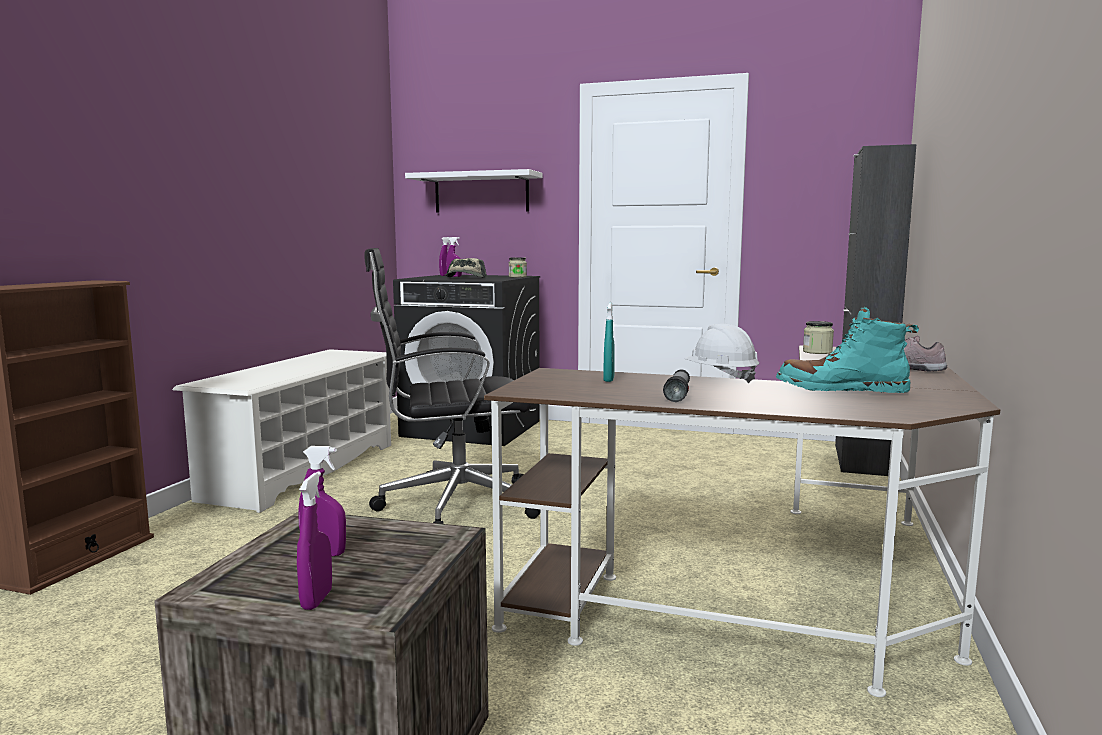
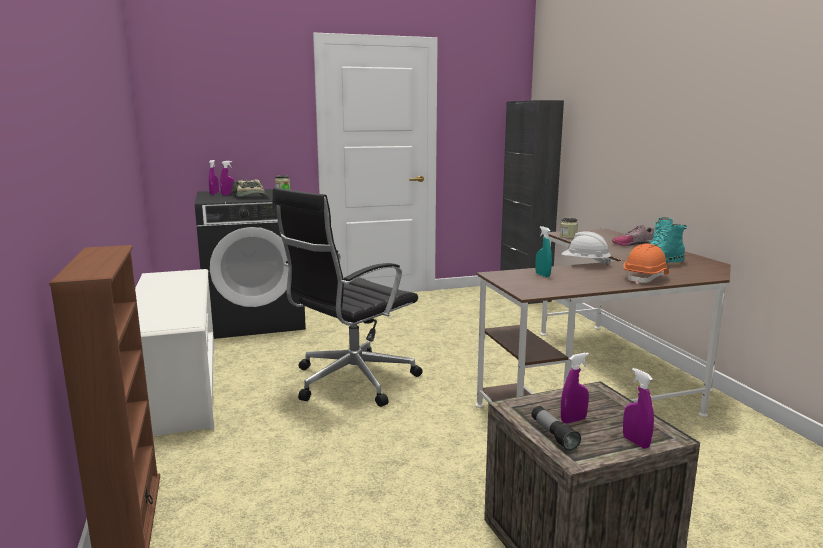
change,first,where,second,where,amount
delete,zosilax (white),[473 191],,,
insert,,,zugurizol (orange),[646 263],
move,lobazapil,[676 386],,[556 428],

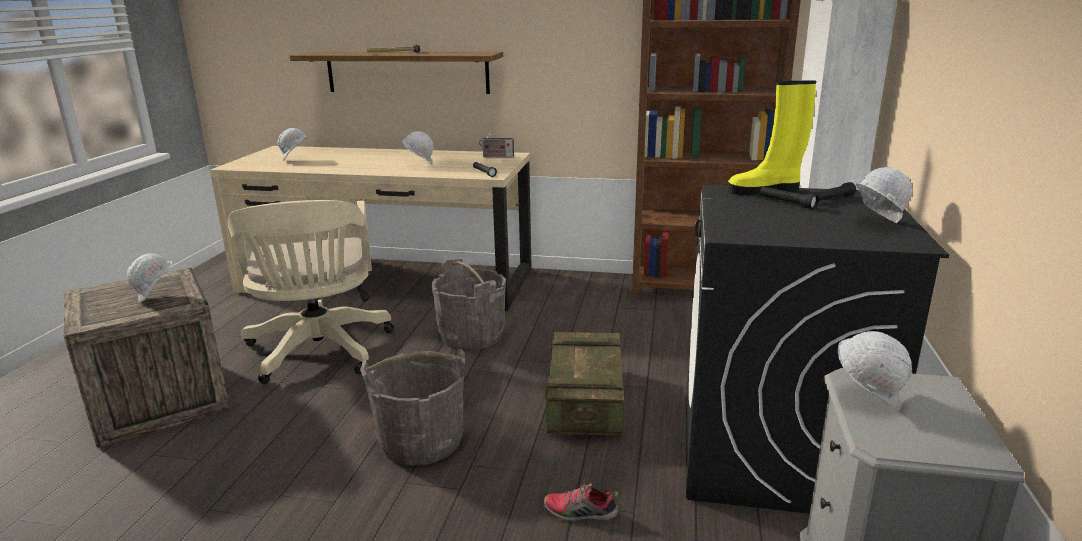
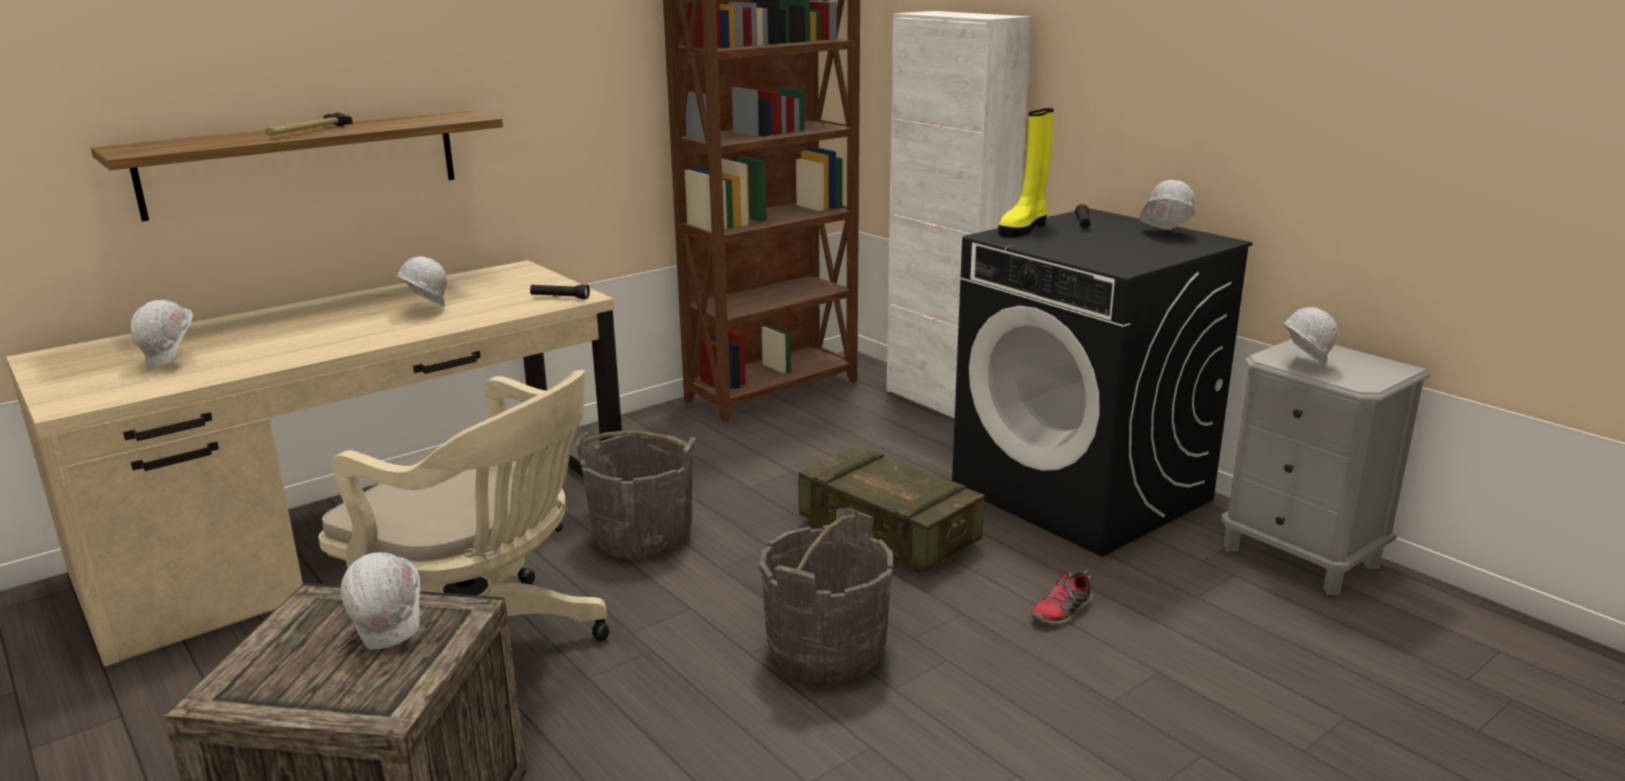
change,first,where,second,where,amount
delete,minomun,[496 143],,,
delete,lobazapil (black),[789 197],,,

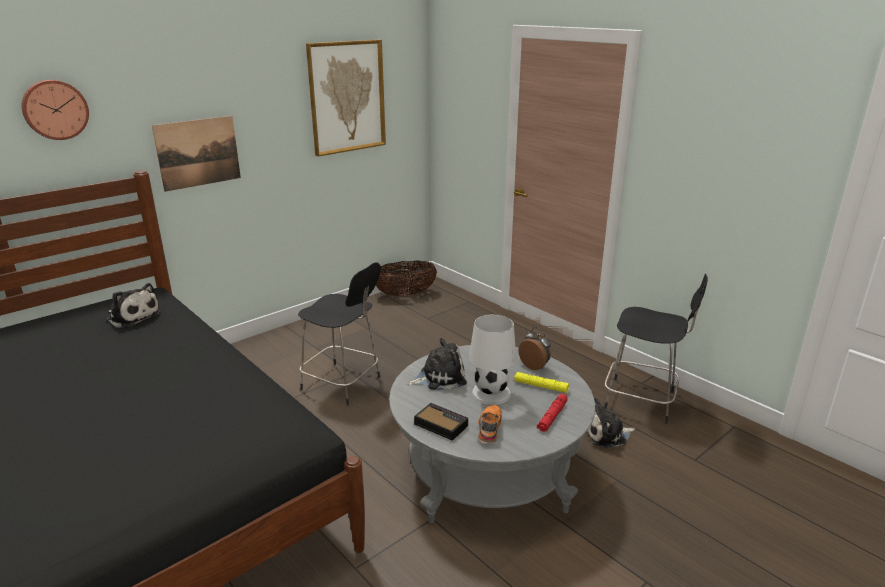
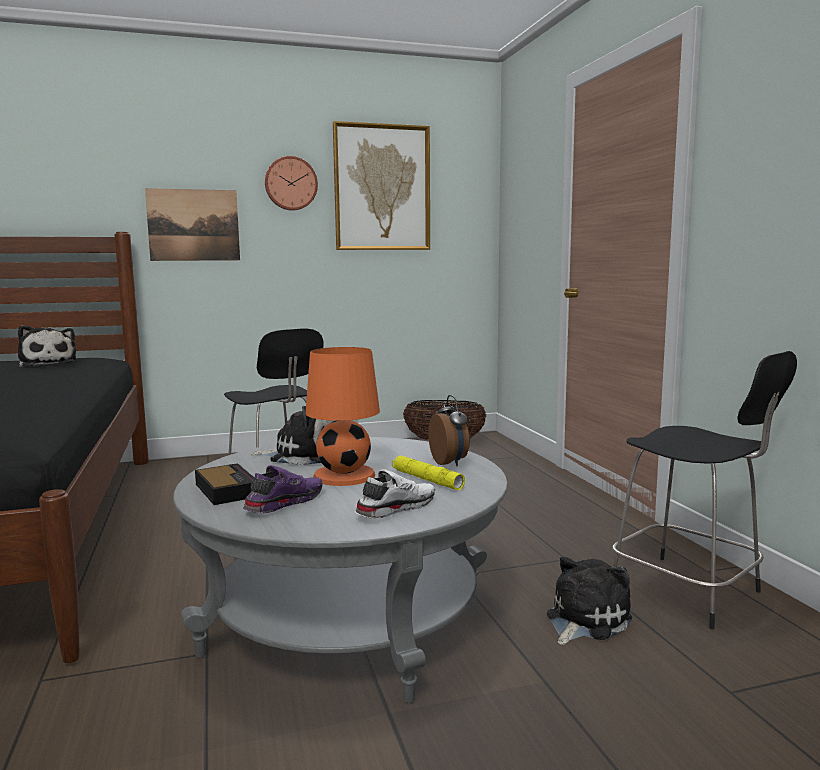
change,first,where,second,where,amount
move,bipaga,[55 110],,[291 183],
replace,lobazapil (red),[552 413],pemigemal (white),[395 494],
recolor,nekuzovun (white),[492 359],nekuzovun (orange),[342 416],
recolor,pemigemal (orange),[490 424],pemigemal (purple),[283 489],
rotate,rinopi,[611 422],,[589 601],120 degrees clockwise

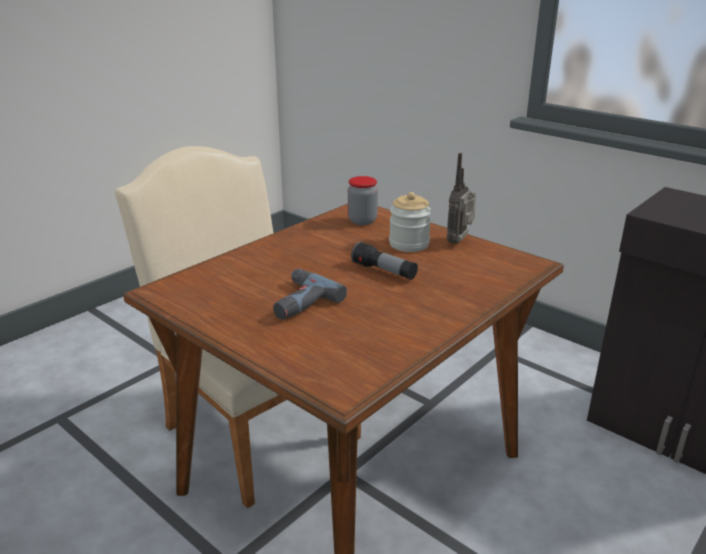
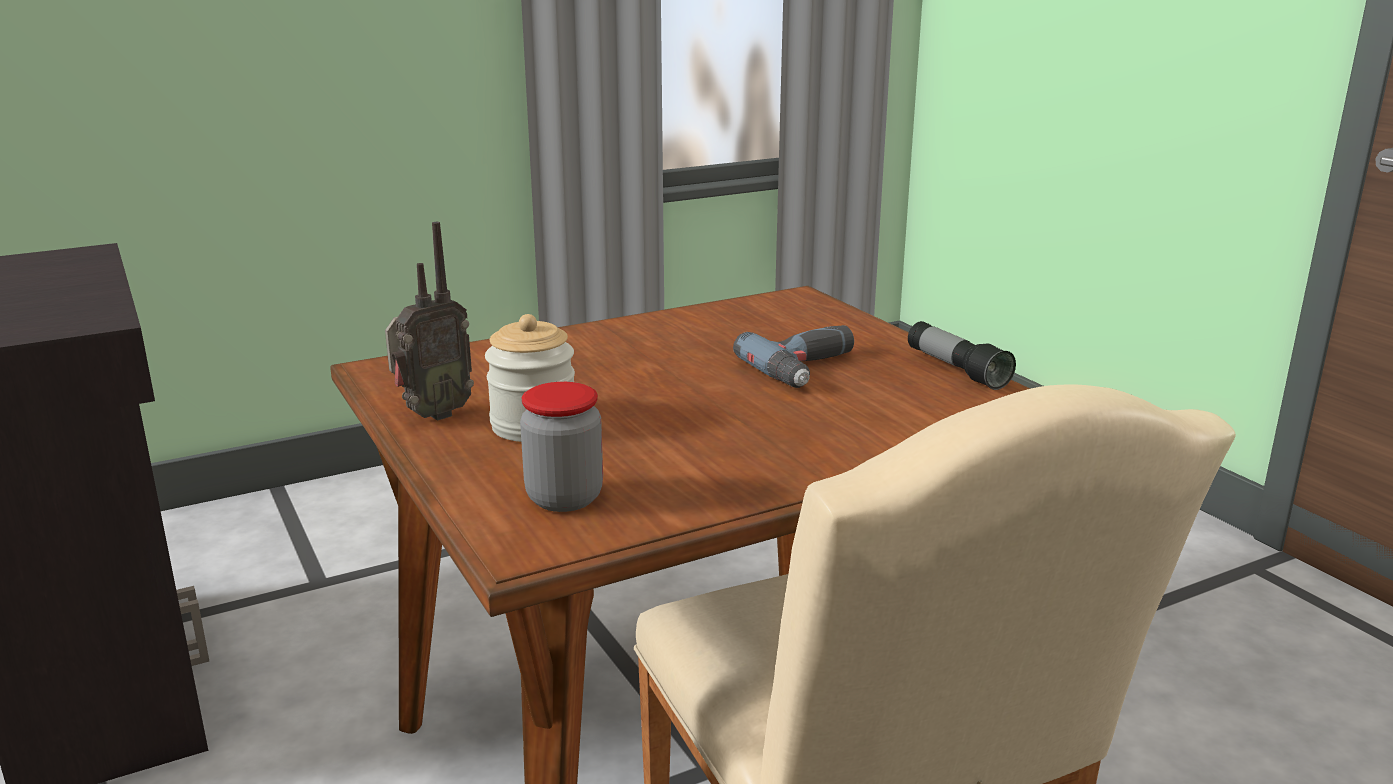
change,first,where,second,where,amount
move,lobazapil,[384 261],,[962 355],

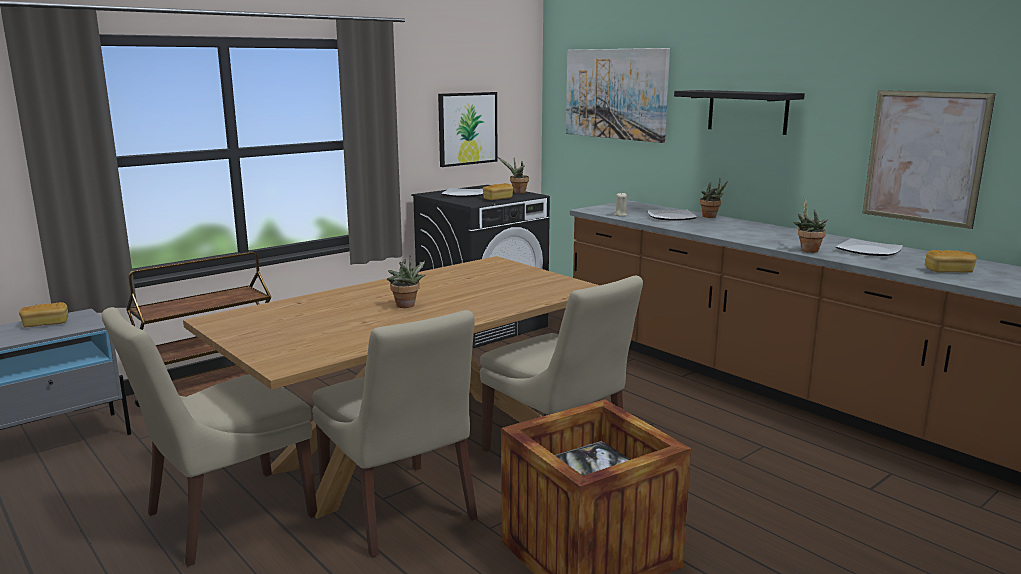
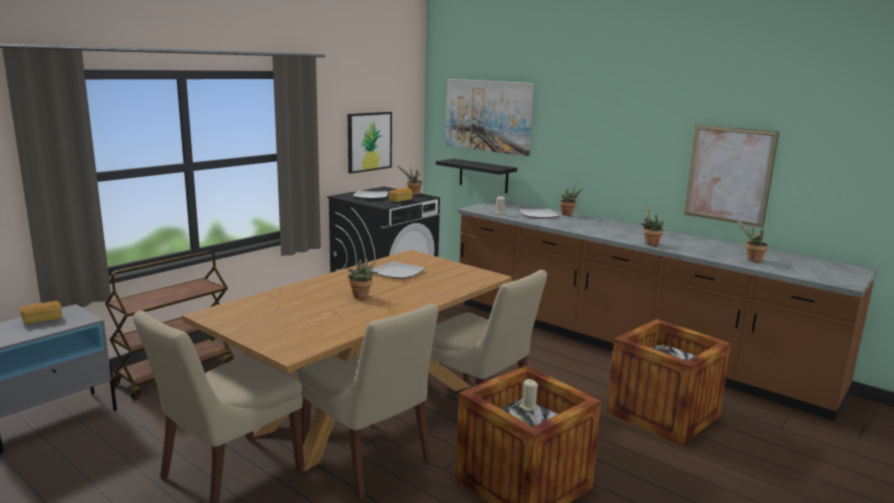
change,first,where,second,where,amount
insert,,,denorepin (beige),[528 395],
insert,,,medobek,[669 382],
move,zosilax (black),[739 112],,[476 176],
move,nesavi,[869 247],,[398 270],
replace,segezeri,[951 261],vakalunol,[752 240],

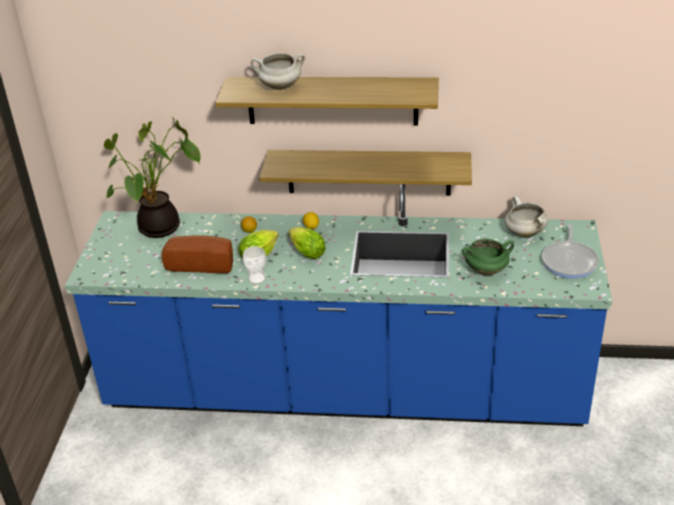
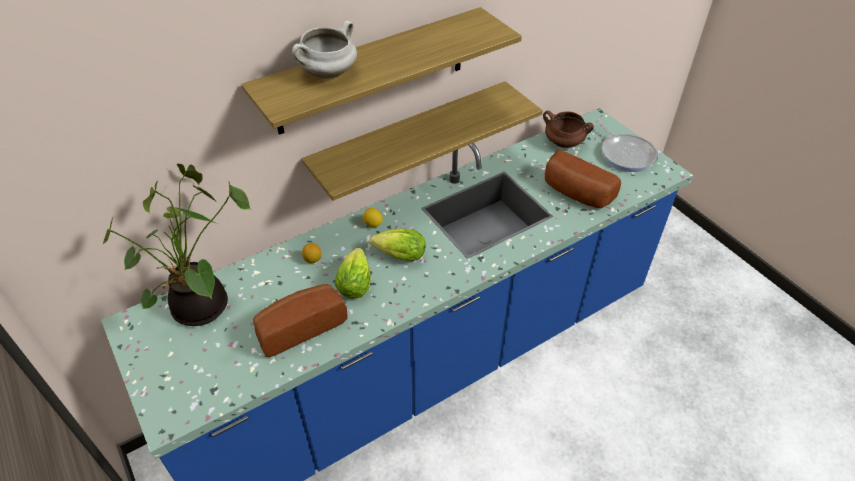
change,first,where,second,where,amount
delete,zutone,[254 265],,,
replace,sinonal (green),[488 257],segezeri,[583 179],
recolor,sinonal (white),[526 216],sinonal (brown),[568 129],

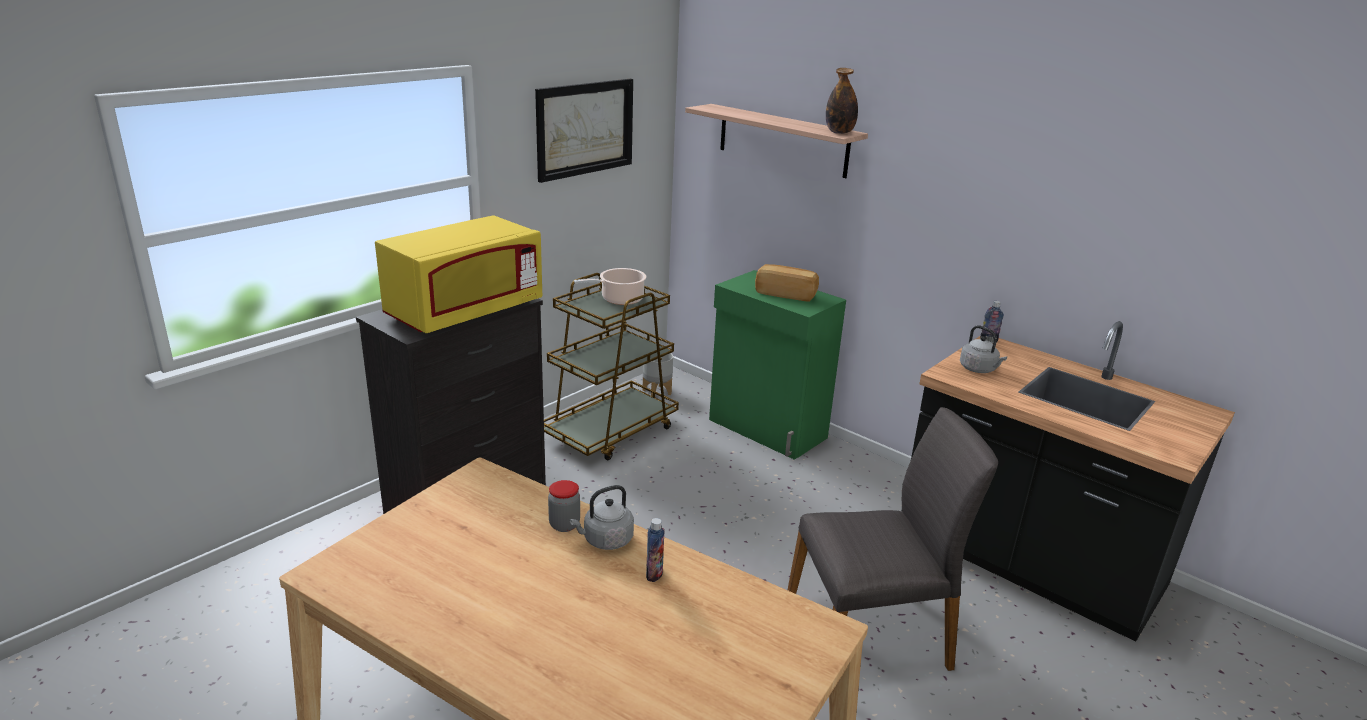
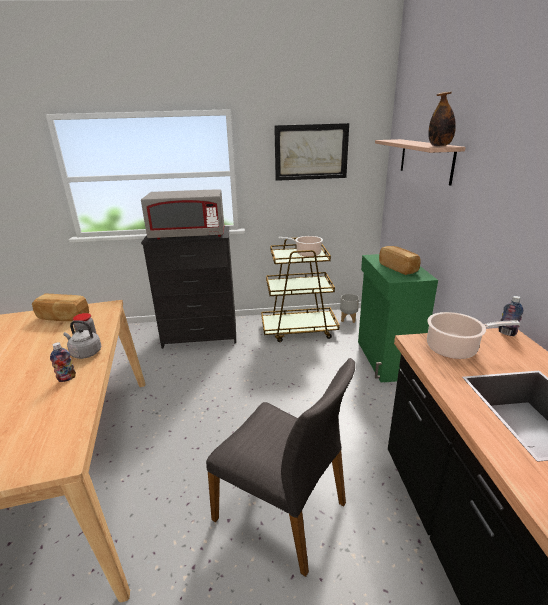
change,first,where,second,where,amount
insert,,,segezeri,[60 307],
replace,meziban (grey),[983 349],sinonal,[473 335],
recolor,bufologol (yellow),[458 274],bufologol (grey),[182 214],

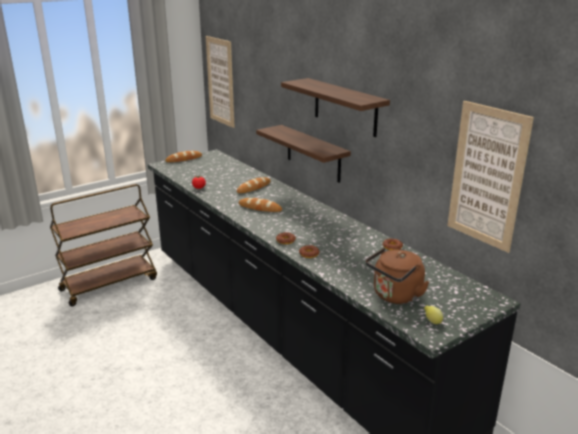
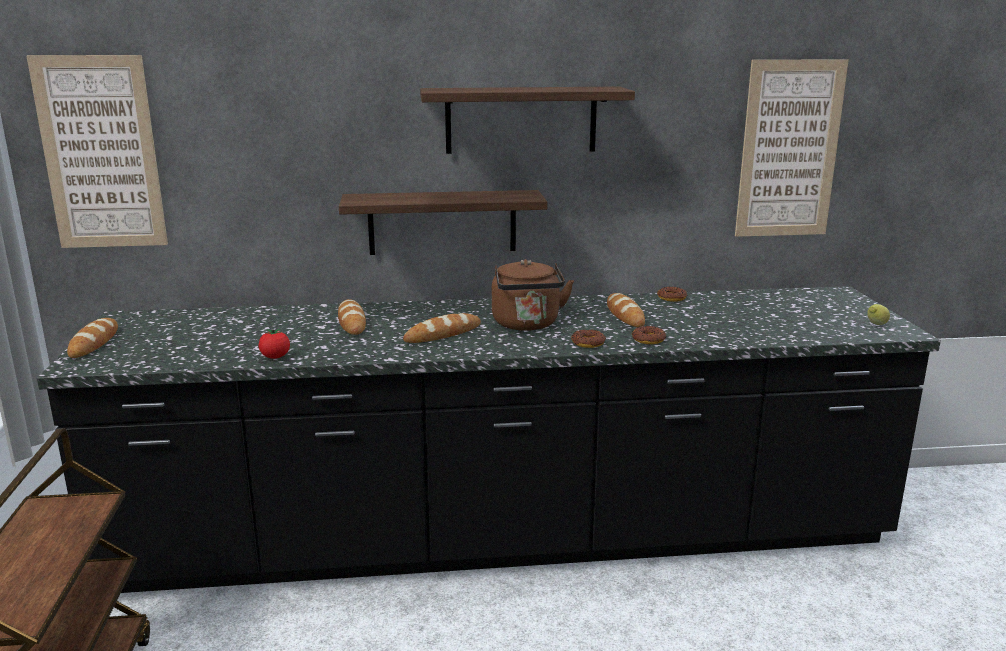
change,first,where,second,where,amount
insert,,,segezeri,[626 310],
move,meziban (brown),[397 276],,[533 295],

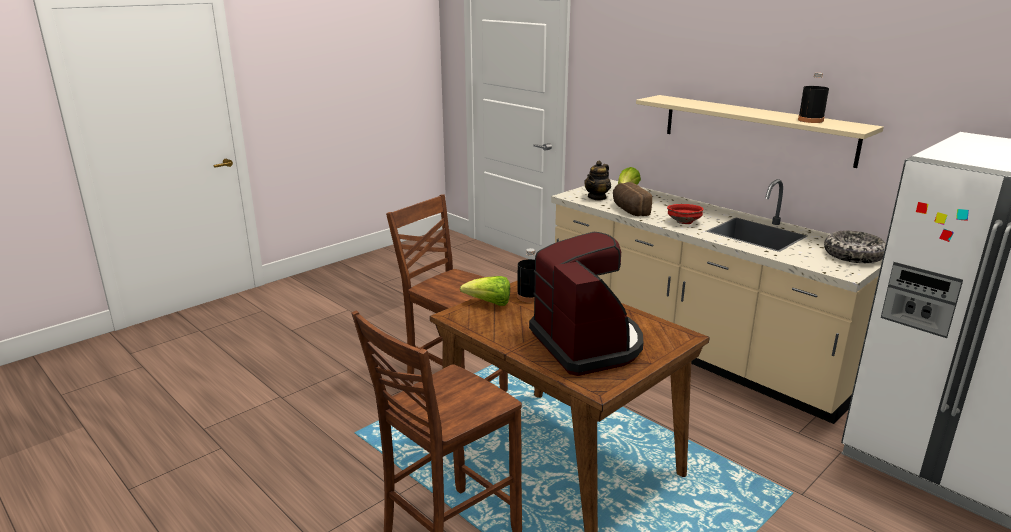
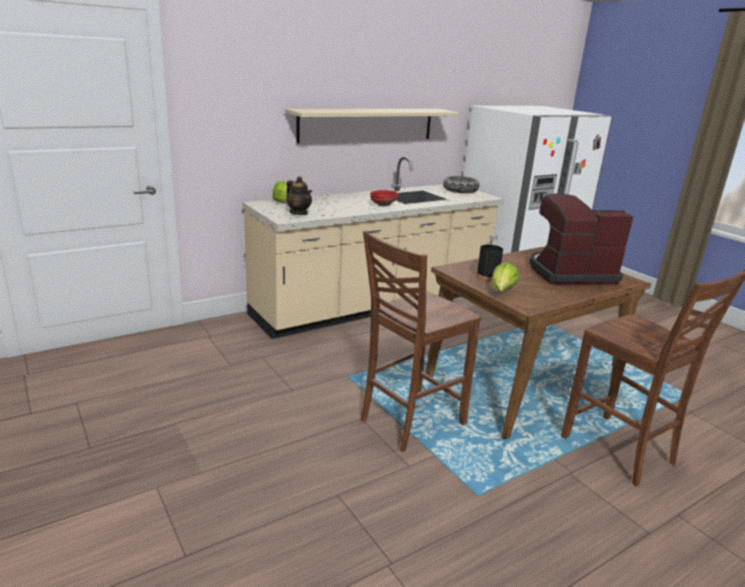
change,first,where,second,where,amount
delete,segezeri,[632 199],,,
delete,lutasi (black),[813 98],,,

